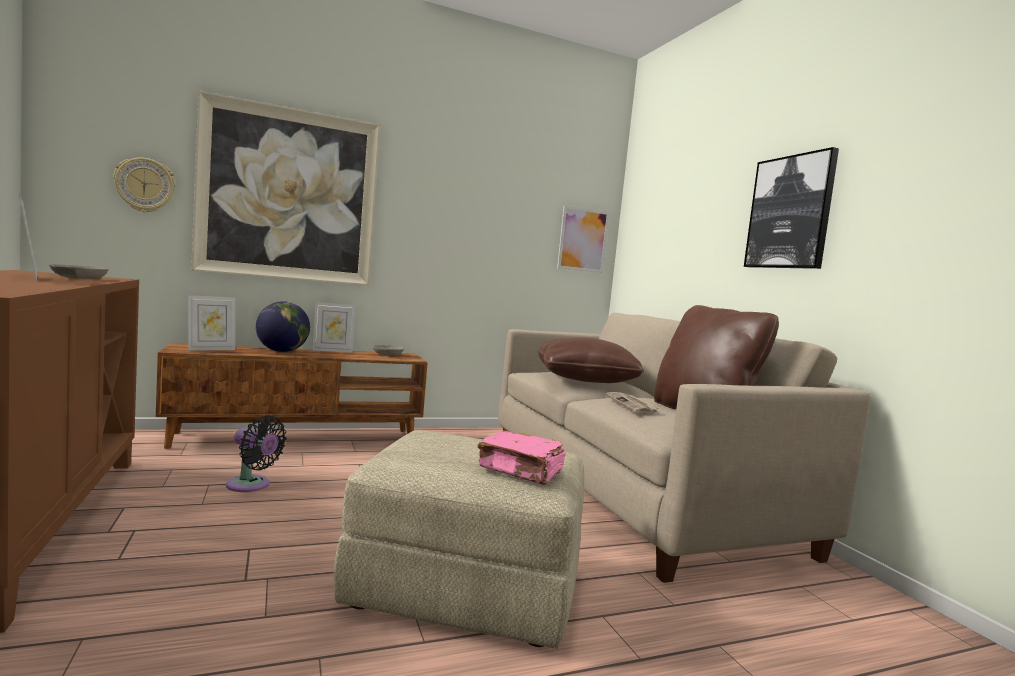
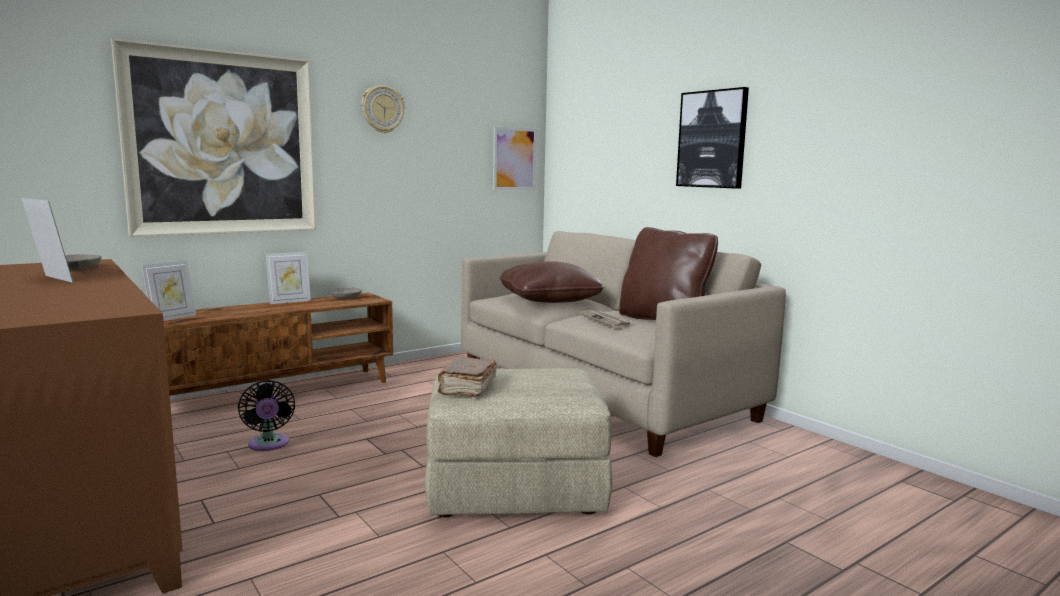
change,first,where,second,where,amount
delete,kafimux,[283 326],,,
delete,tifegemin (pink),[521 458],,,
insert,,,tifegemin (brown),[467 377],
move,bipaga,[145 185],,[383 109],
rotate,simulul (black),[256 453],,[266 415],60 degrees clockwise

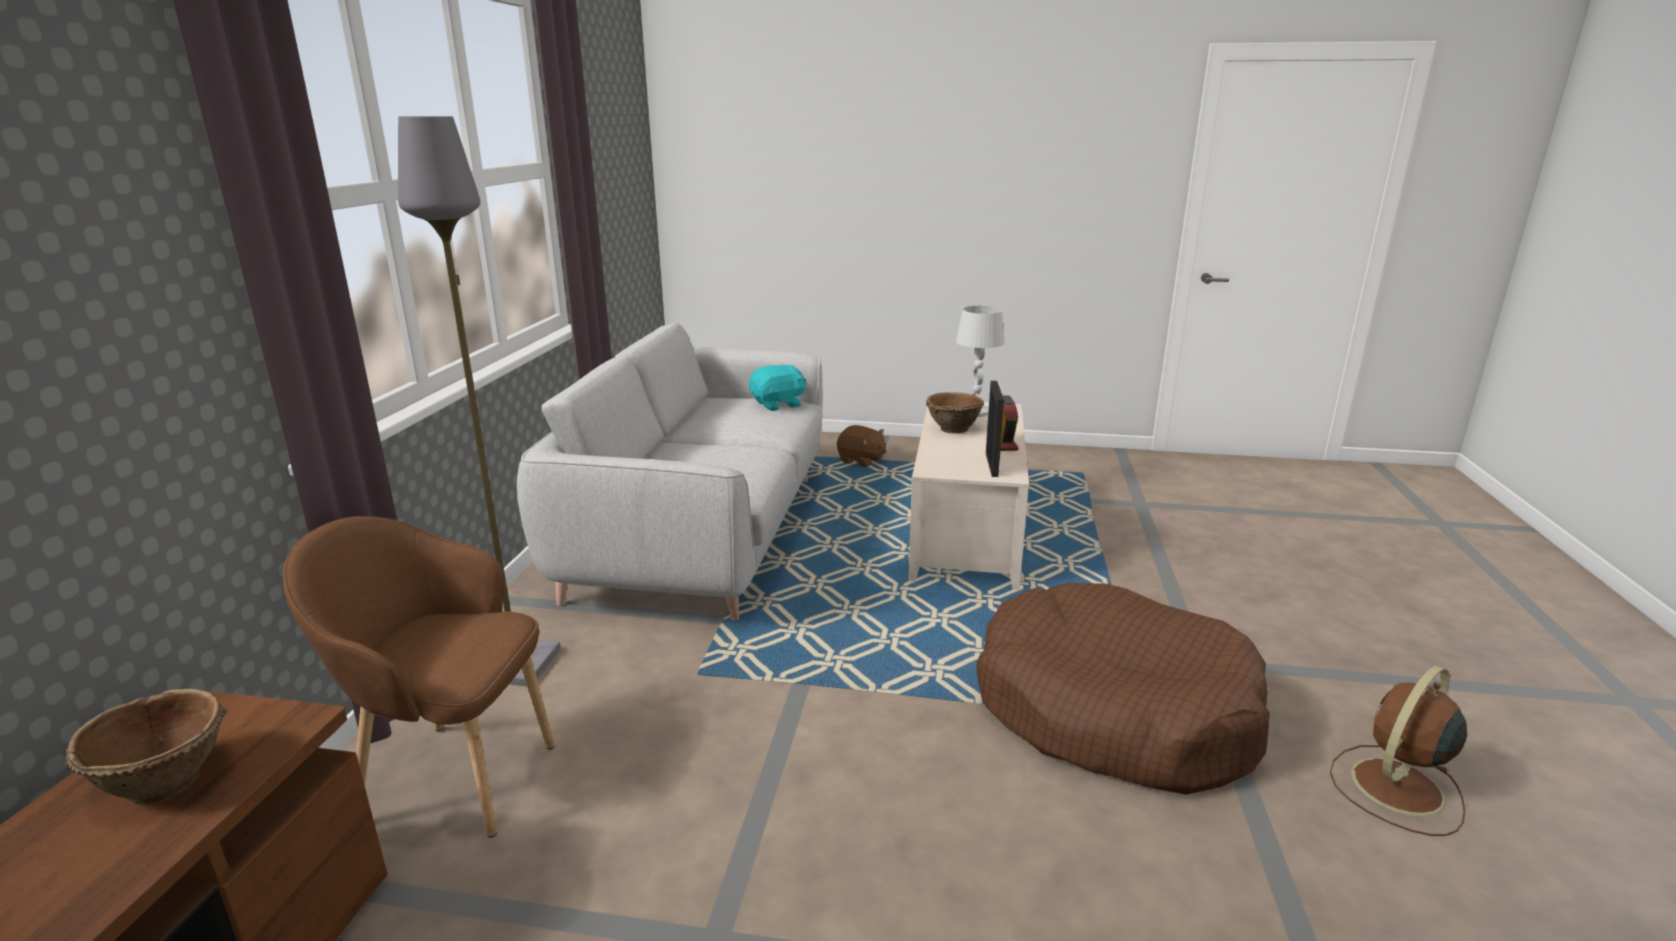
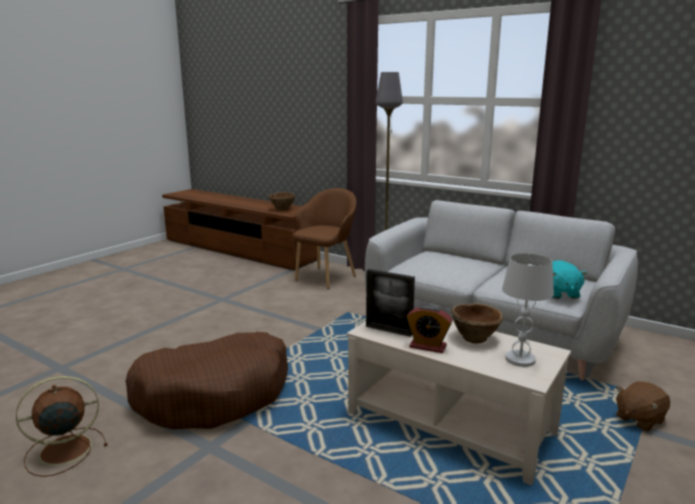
change,first,where,second,where,amount
rotate,simulul (brown),[1398 751],,[61 426],105 degrees counterclockwise

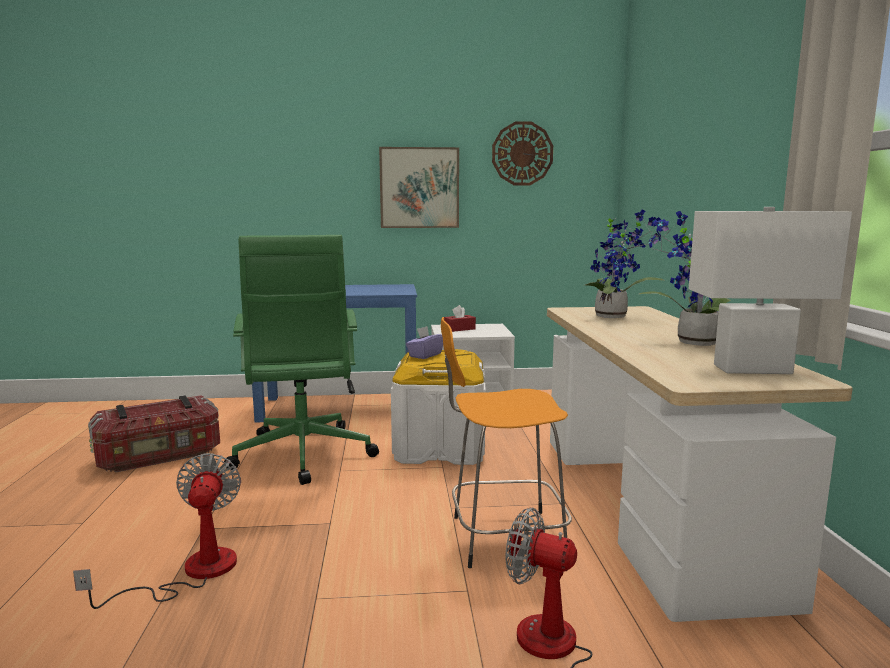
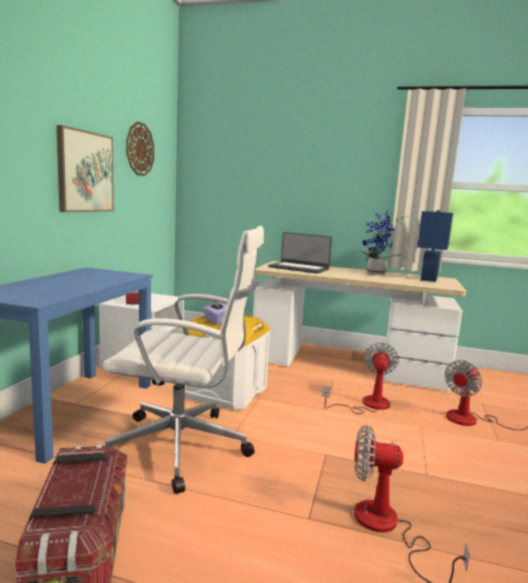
change,first,where,second,where,amount
replace,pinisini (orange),[506 442],simulul,[360 378],
replace,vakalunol,[624 264],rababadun,[300 253],
recolor,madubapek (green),[301 360],madubapek (white),[183 360],
recolor,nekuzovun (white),[770 290],nekuzovun (blue),[435 246],

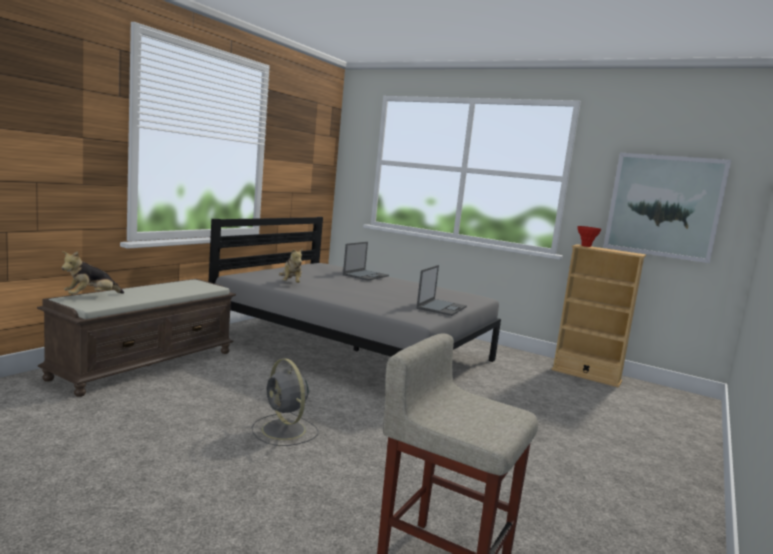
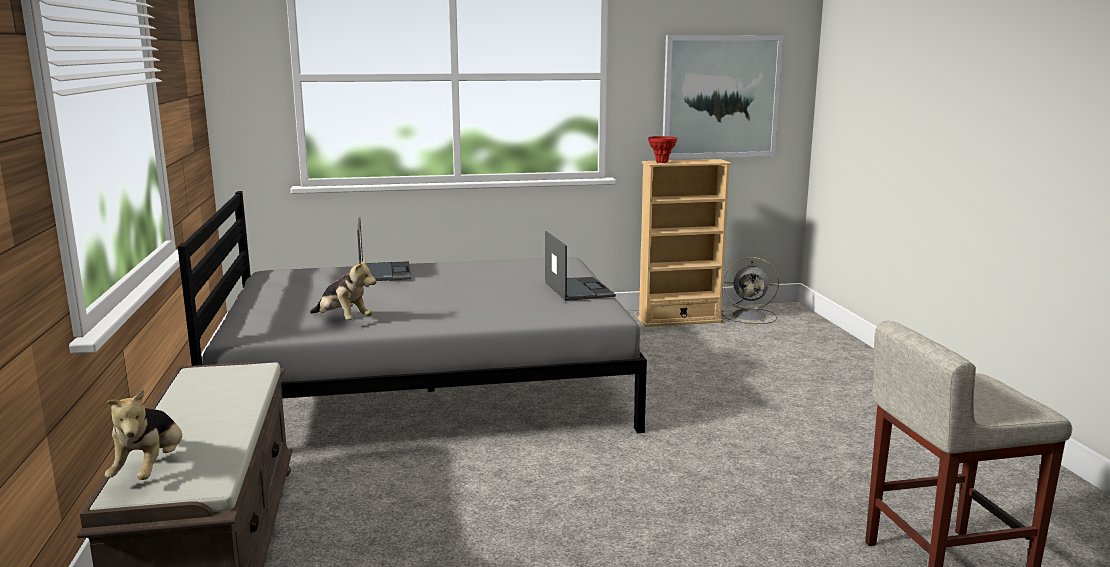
change,first,where,second,where,amount
move,simulul (grey),[285 402],,[750 290],

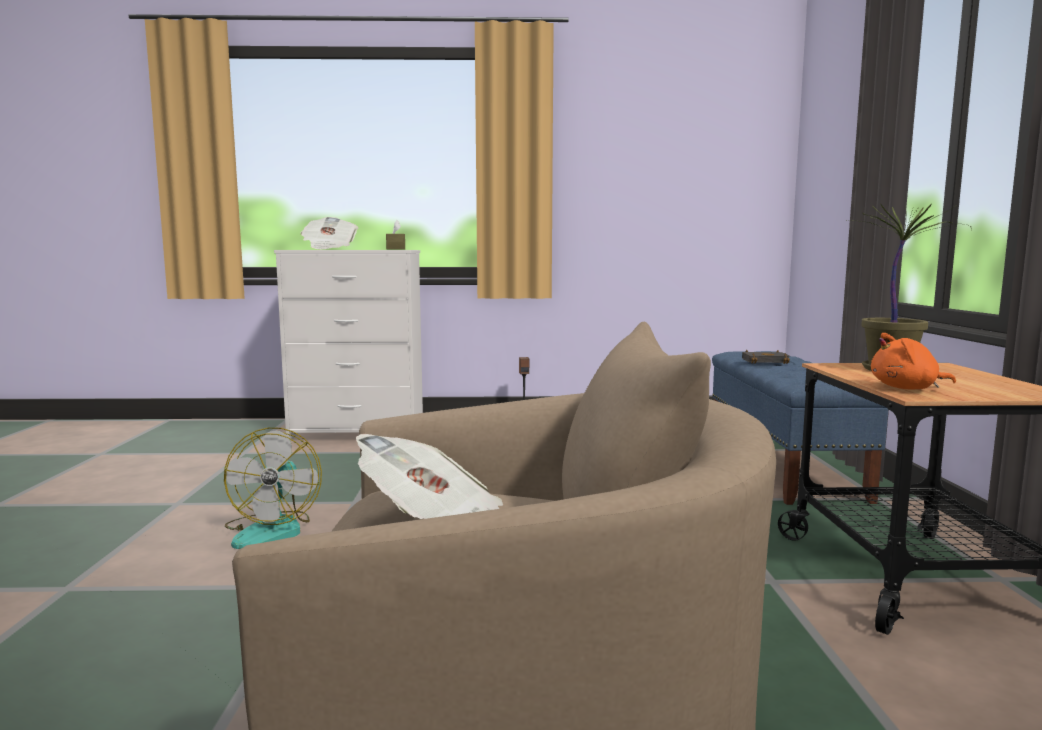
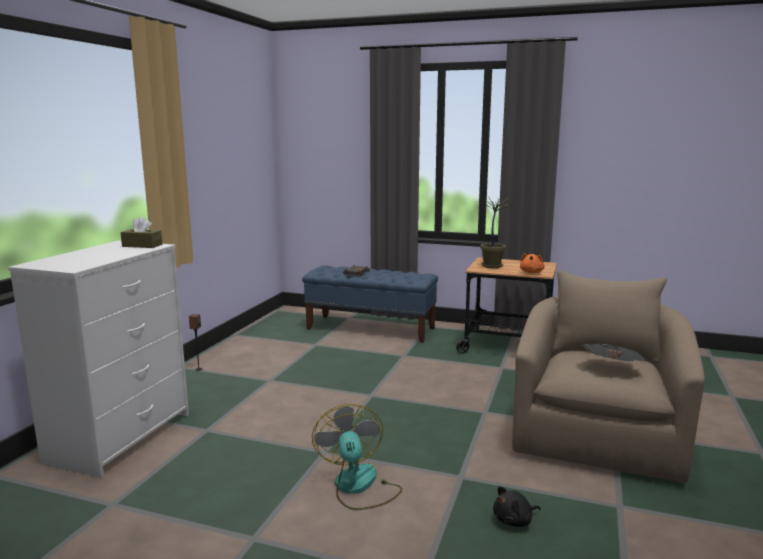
change,first,where,second,where,amount
delete,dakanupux,[329 233],,,
insert,,,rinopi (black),[517 506],
rotate,simulul,[273 488],,[357 457],120 degrees counterclockwise

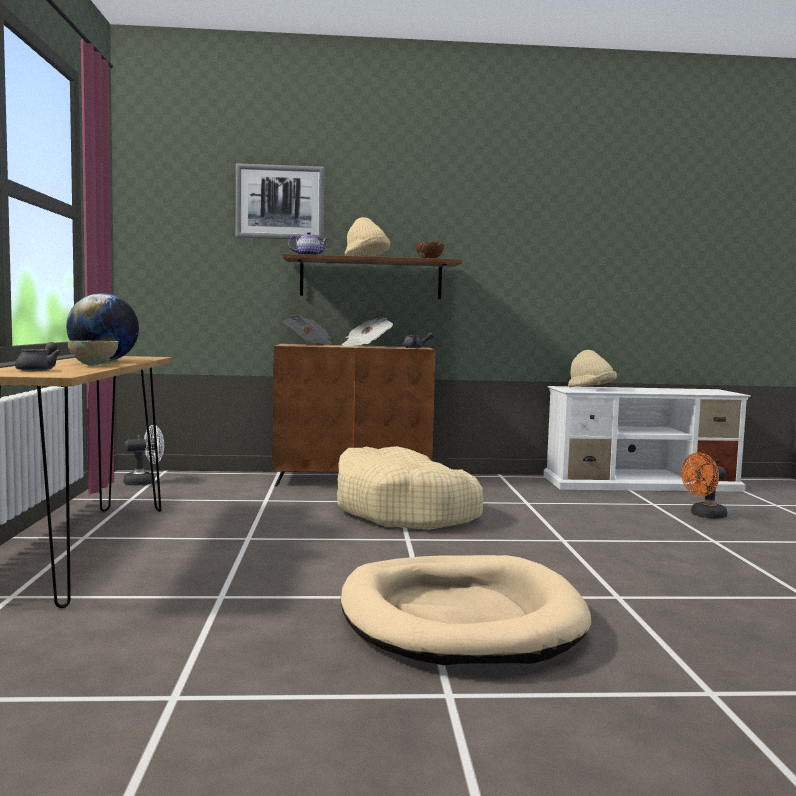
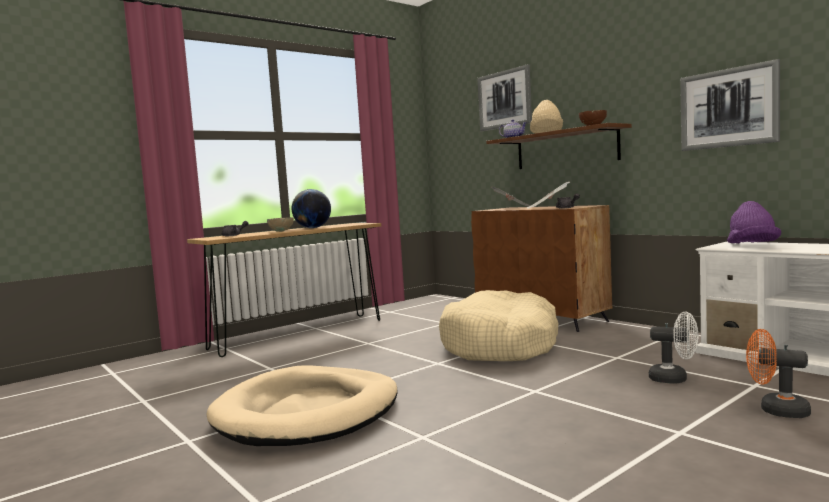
change,first,where,second,where,amount
insert,,,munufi,[730 105],
move,simulul (white),[143 455],,[673 348],
recolor,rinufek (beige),[592 369],rinufek (purple),[754 222],

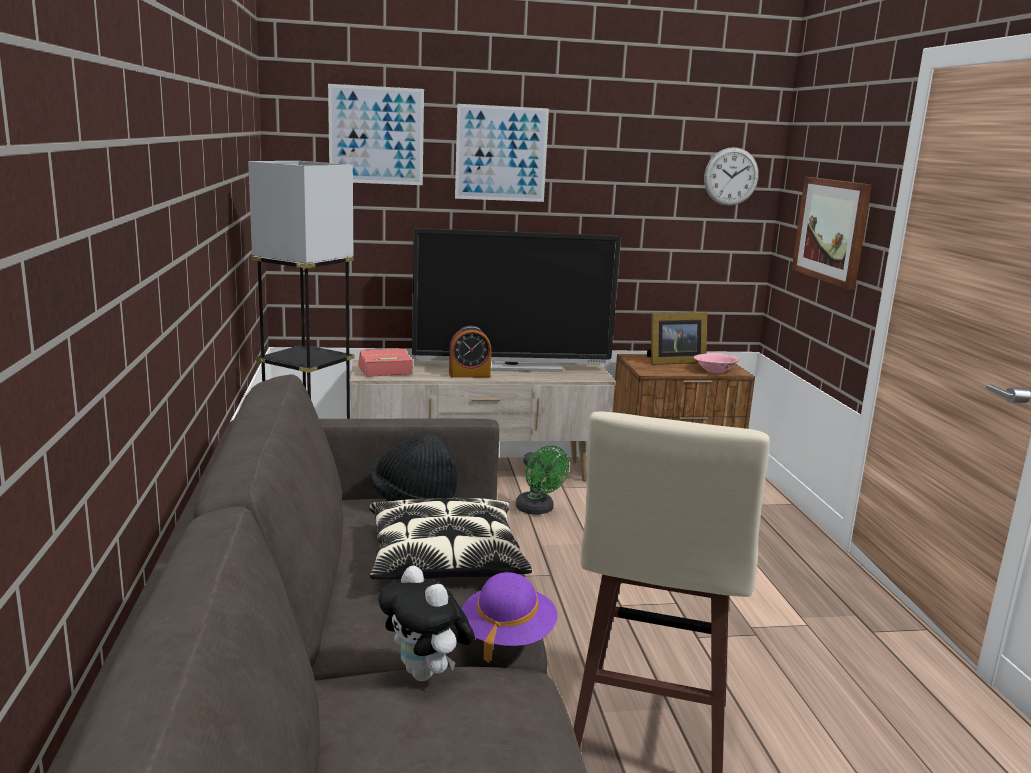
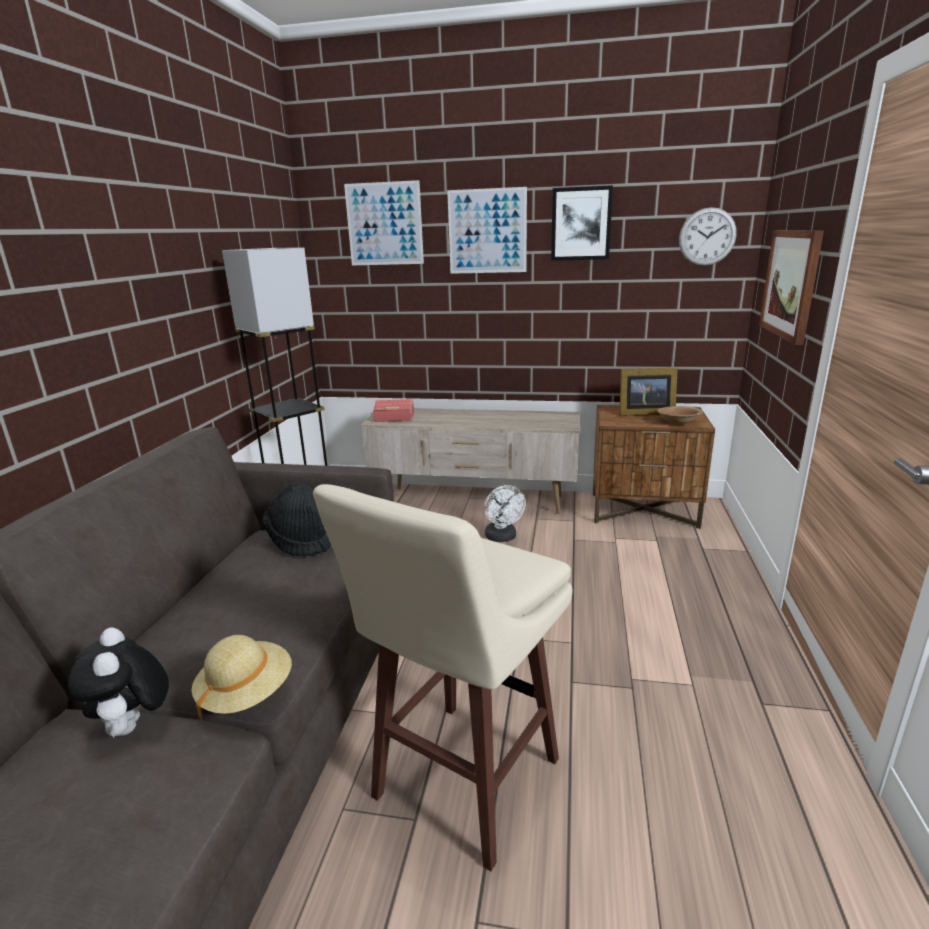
change,first,where,second,where,amount
delete,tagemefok,[450 539],,,
delete,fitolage,[516 300],,,
delete,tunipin,[470 352],,,
insert,,,munufi,[582 223],
recolor,rinufek (purple),[509 617],rinufek (beige),[242 678],
recolor,simulul (green),[542 480],simulul (white),[505 513],
recolor,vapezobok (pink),[717 363],vapezobok (brown),[680 415],

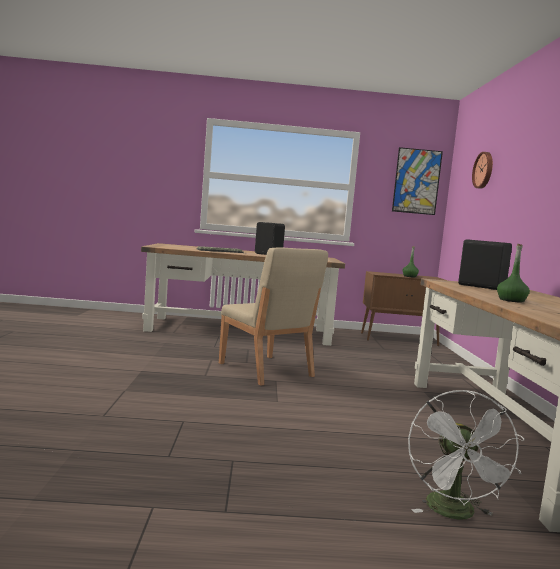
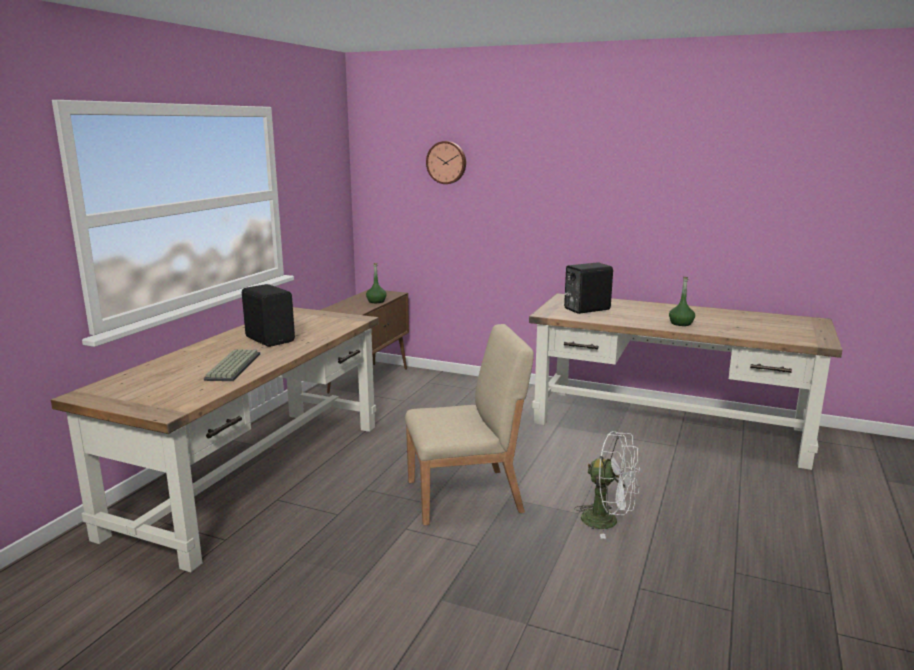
change,first,where,second,where,amount
delete,munufi,[417 181],,,
move,simulul (white),[466 455],,[607 485],

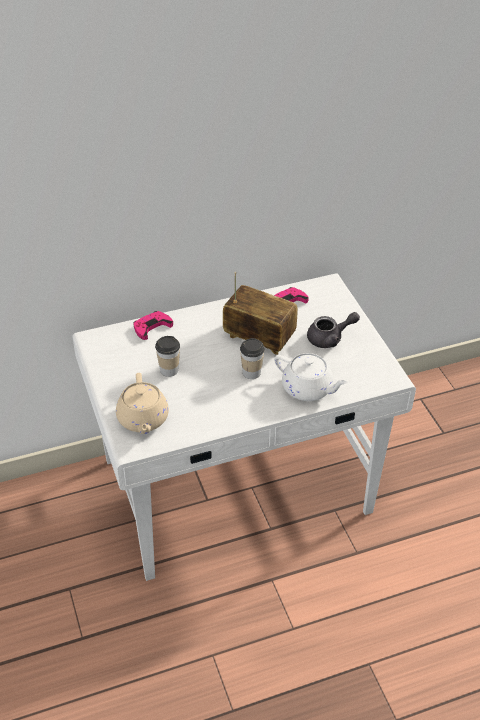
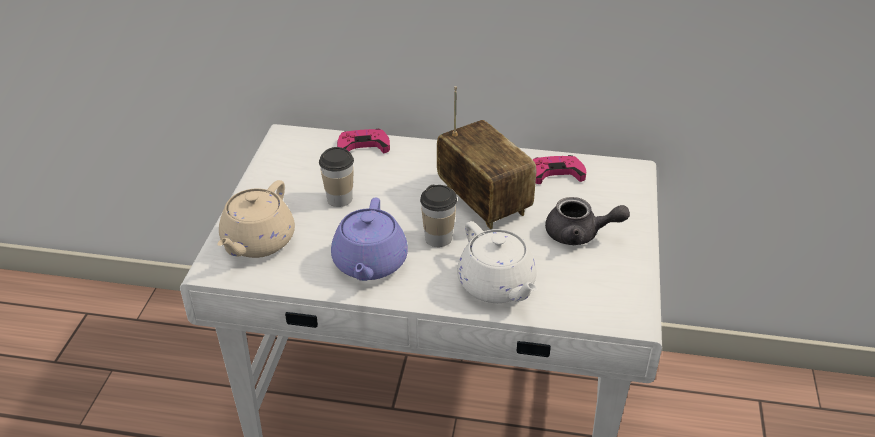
change,first,where,second,where,amount
insert,,,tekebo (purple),[369 239],

